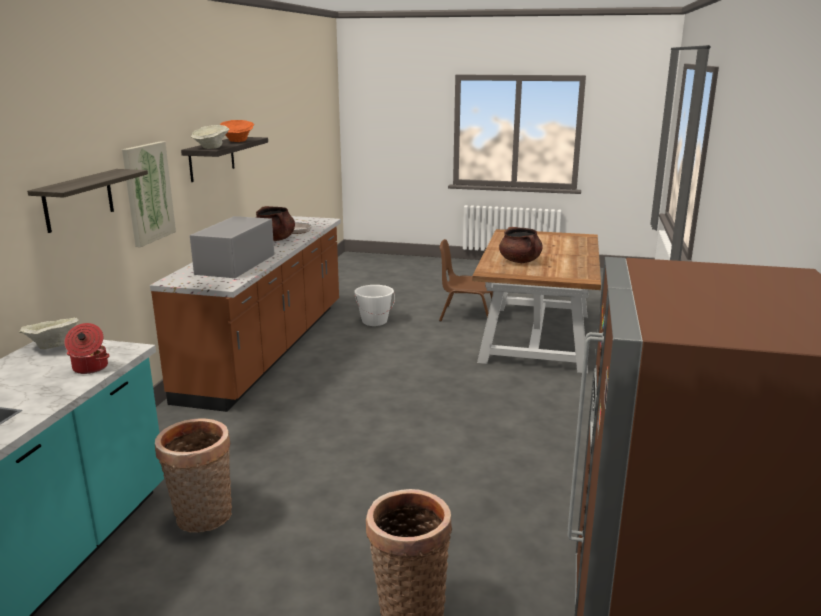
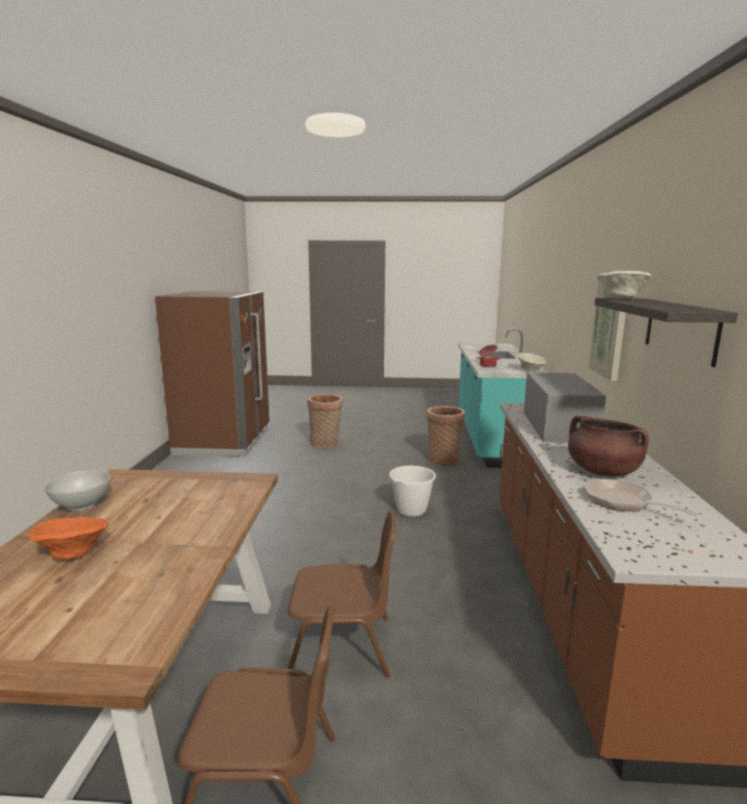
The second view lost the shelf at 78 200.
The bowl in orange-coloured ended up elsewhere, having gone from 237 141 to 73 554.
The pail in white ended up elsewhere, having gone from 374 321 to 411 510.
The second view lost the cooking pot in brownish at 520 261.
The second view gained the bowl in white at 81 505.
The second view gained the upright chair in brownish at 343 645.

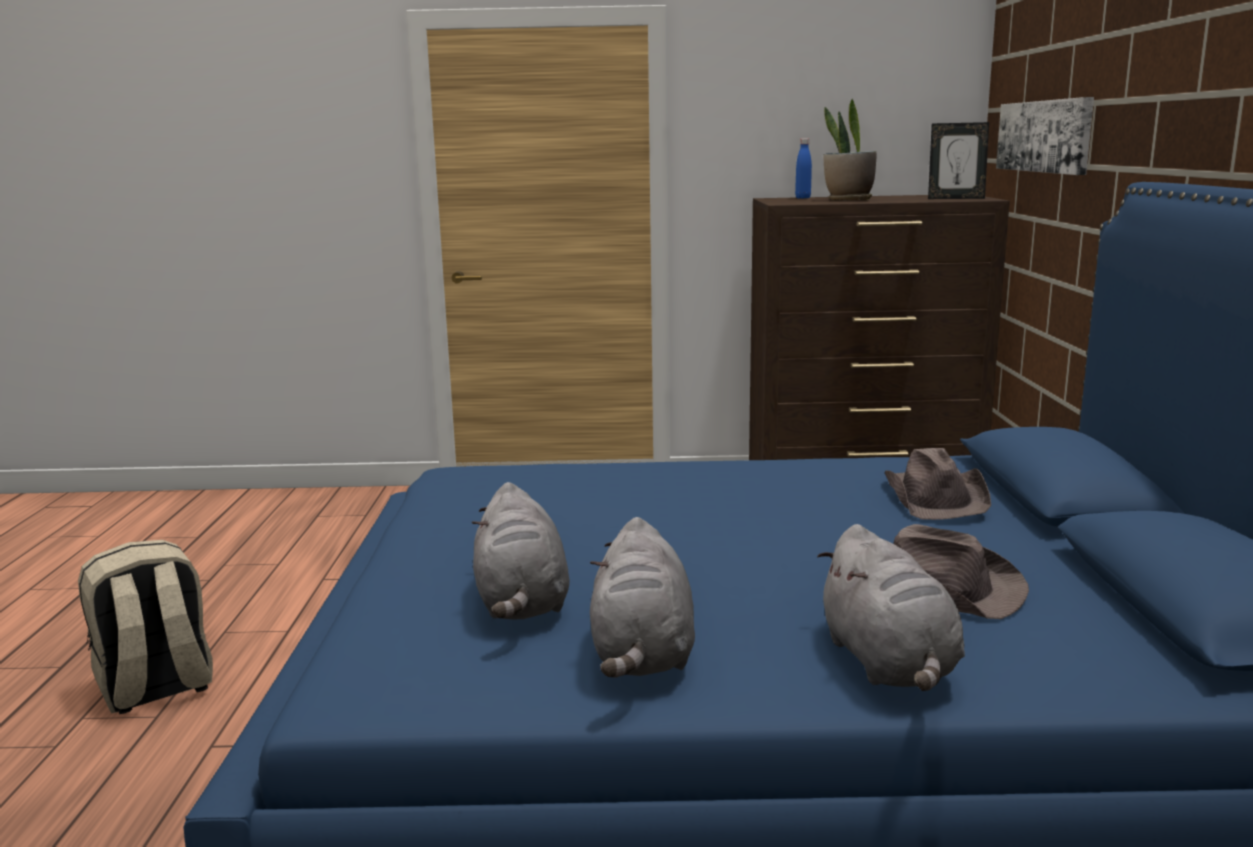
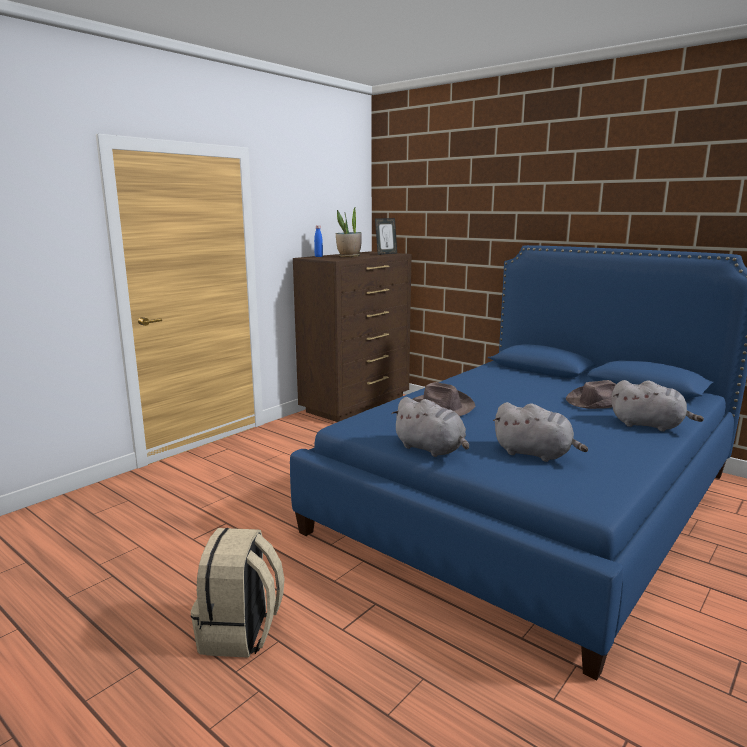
The soft toy in gray ended up elsewhere, having gone from 642 654 to 431 449.
The hat in brownish ended up elsewhere, having gone from 936 498 to 441 406.
The second view lost the wall picture at 1044 136.

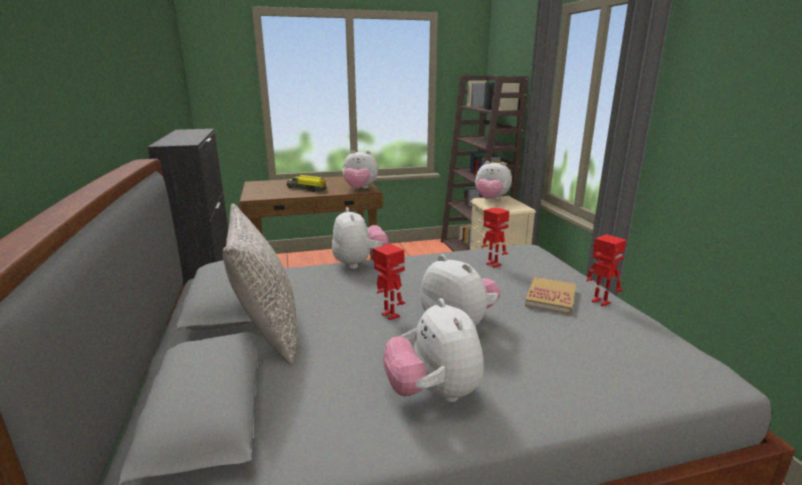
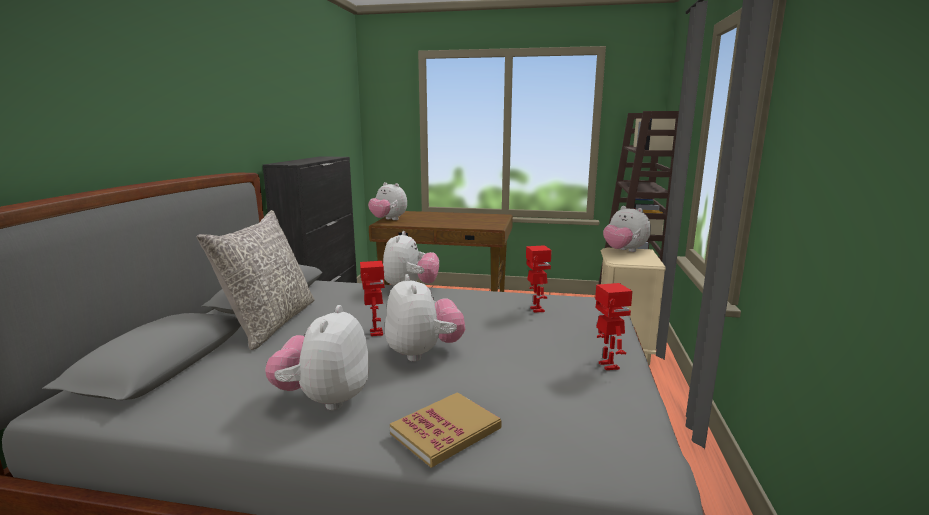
The second view lost the toy truck at 307 189.
The soft toy ended up elsewhere, having gone from 360 189 to 388 220.
The volume ended up elsewhere, having gone from 550 297 to 446 431.

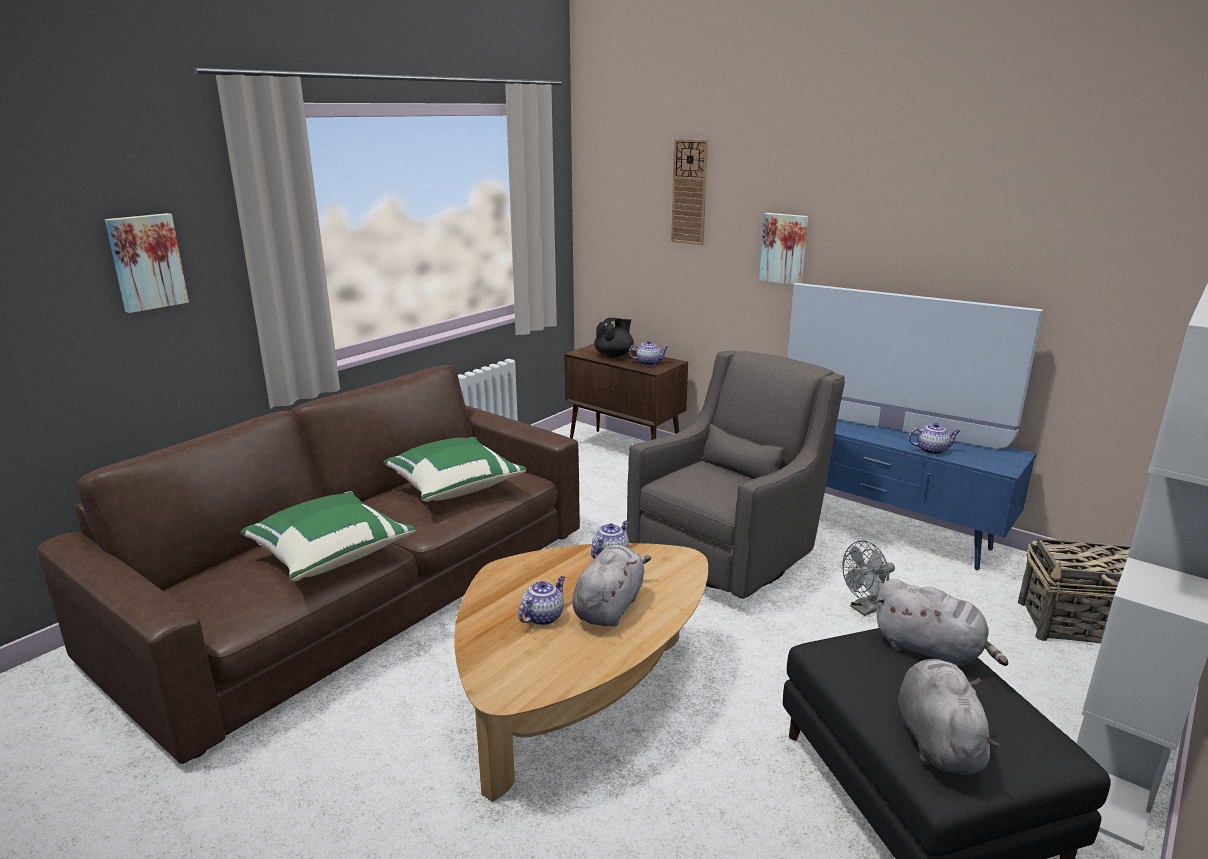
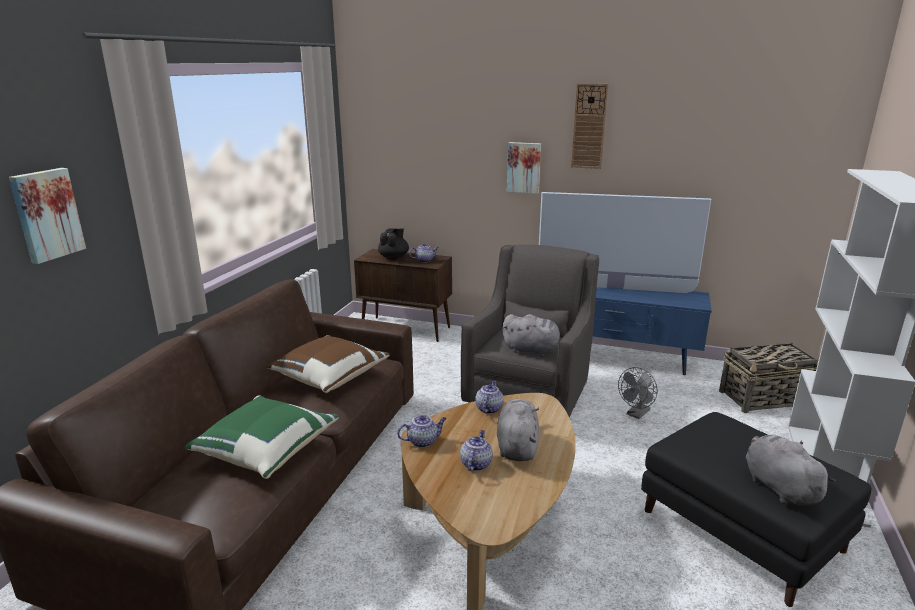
What was the cushion in green-coloured at 454 487 turned into the cushion in brownish at 329 377.
The wall clock ended up elsewhere, having gone from 689 192 to 589 126.
The soft toy in gray ended up elsewhere, having gone from 931 651 to 533 350.
The pot for tea ended up elsewhere, having gone from 932 450 to 423 441.

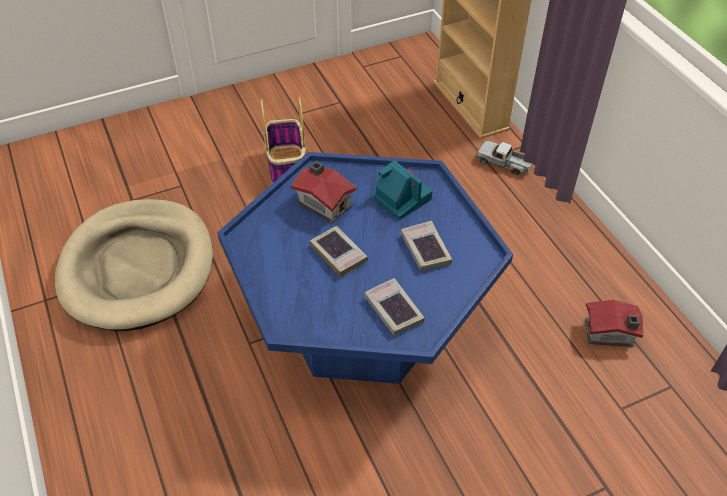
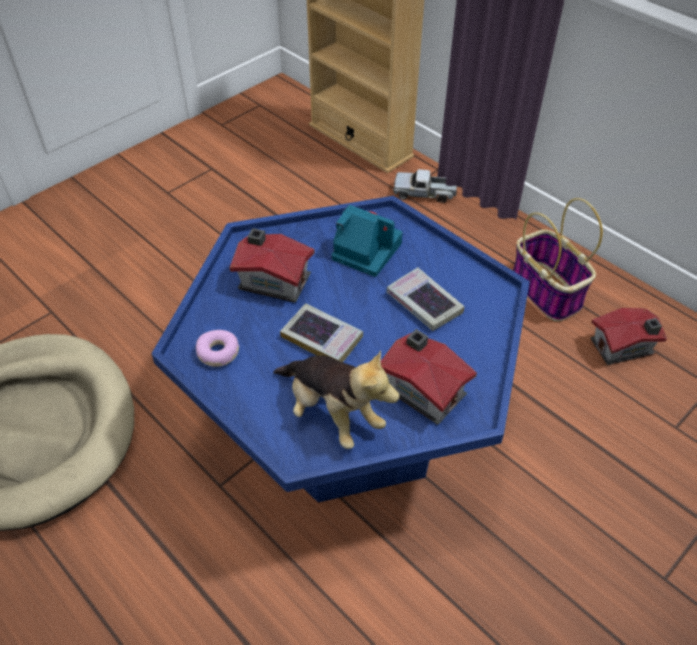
The basket ended up elsewhere, having gone from 287 167 to 547 292.
Where the volume stood at 393 310, the toy house came to stand at 423 389.
The second view gained the donut at 218 353.
The second view gained the soft toy at 332 413.

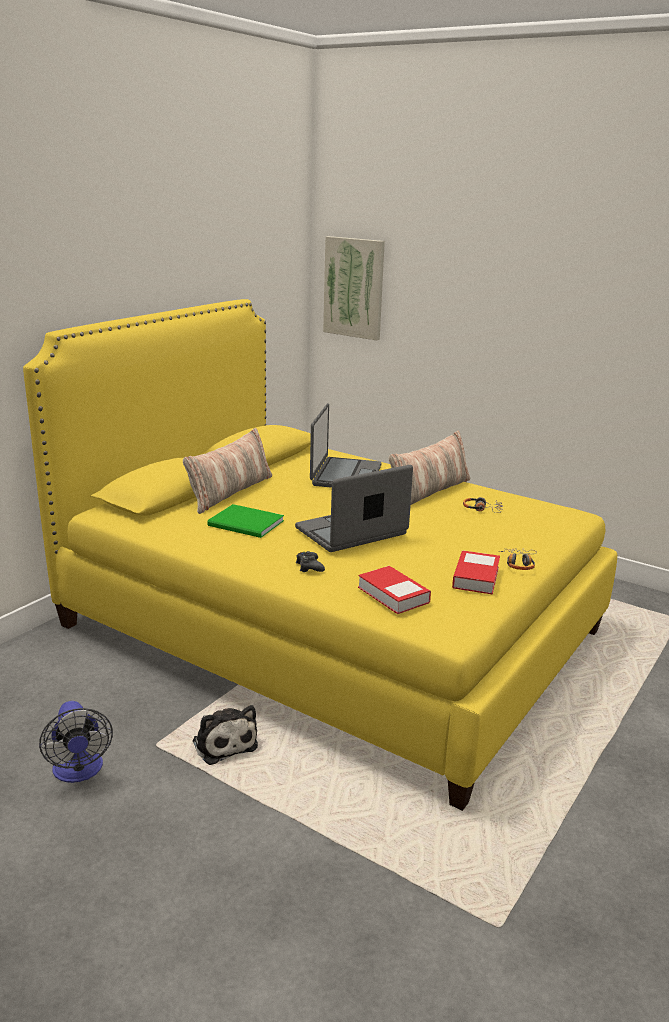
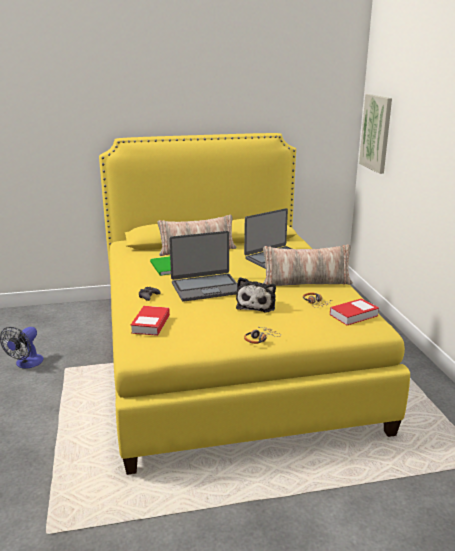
The soft toy ended up elsewhere, having gone from 223 742 to 257 304.
The portable computer at 352 532 ended up facing another way, 150 degrees clockwise from before.
The volume ended up elsewhere, having gone from 476 577 to 353 315.

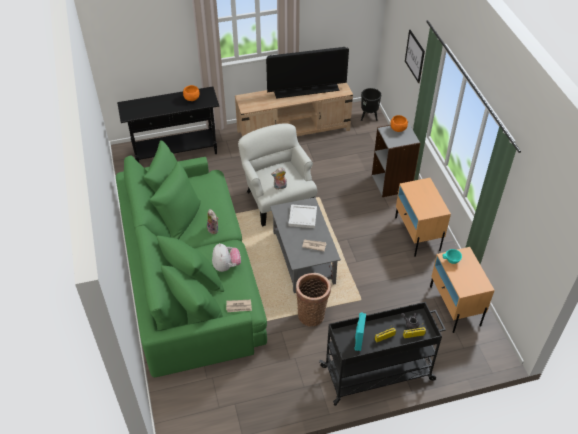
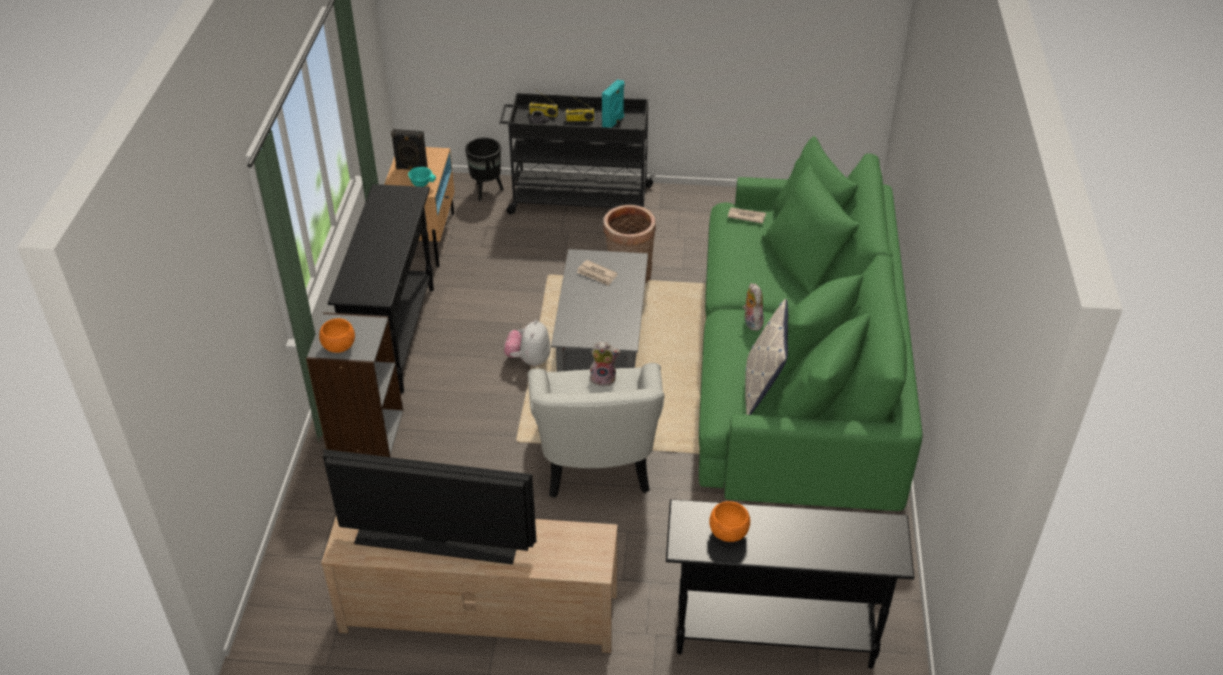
The soft toy ended up elsewhere, having gone from 226 266 to 529 359.
The second view lost the carrying tray in white at 302 217.
The flower pot in black-coloured ended up elsewhere, having gone from 368 117 to 486 191.
Where the nightstand in beige stood at 417 234, the console table in black-coloured came to stand at 395 337.
The second view lost the wall picture at 414 56.
The second view gained the audio speaker in black-coloured at 411 168.
The second view gained the cushion at 762 387.

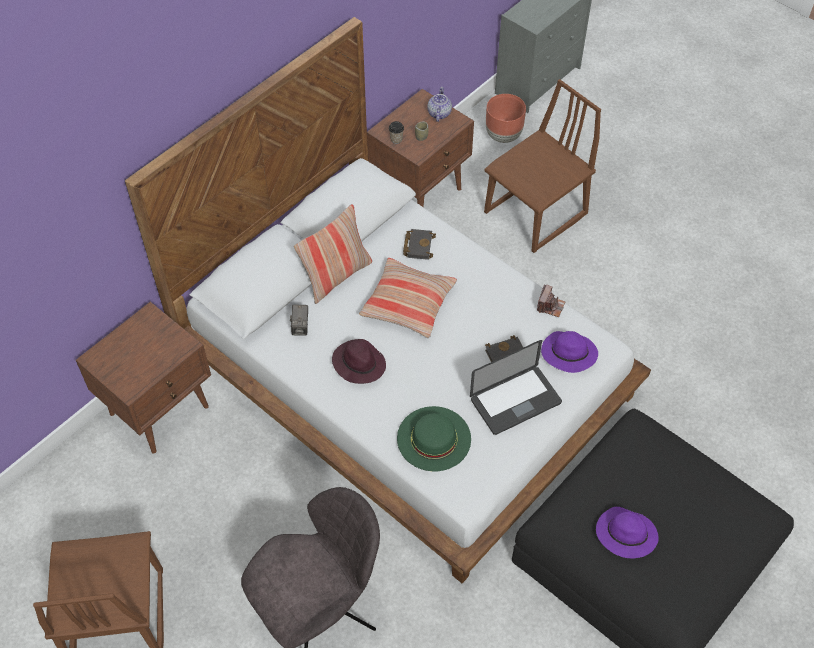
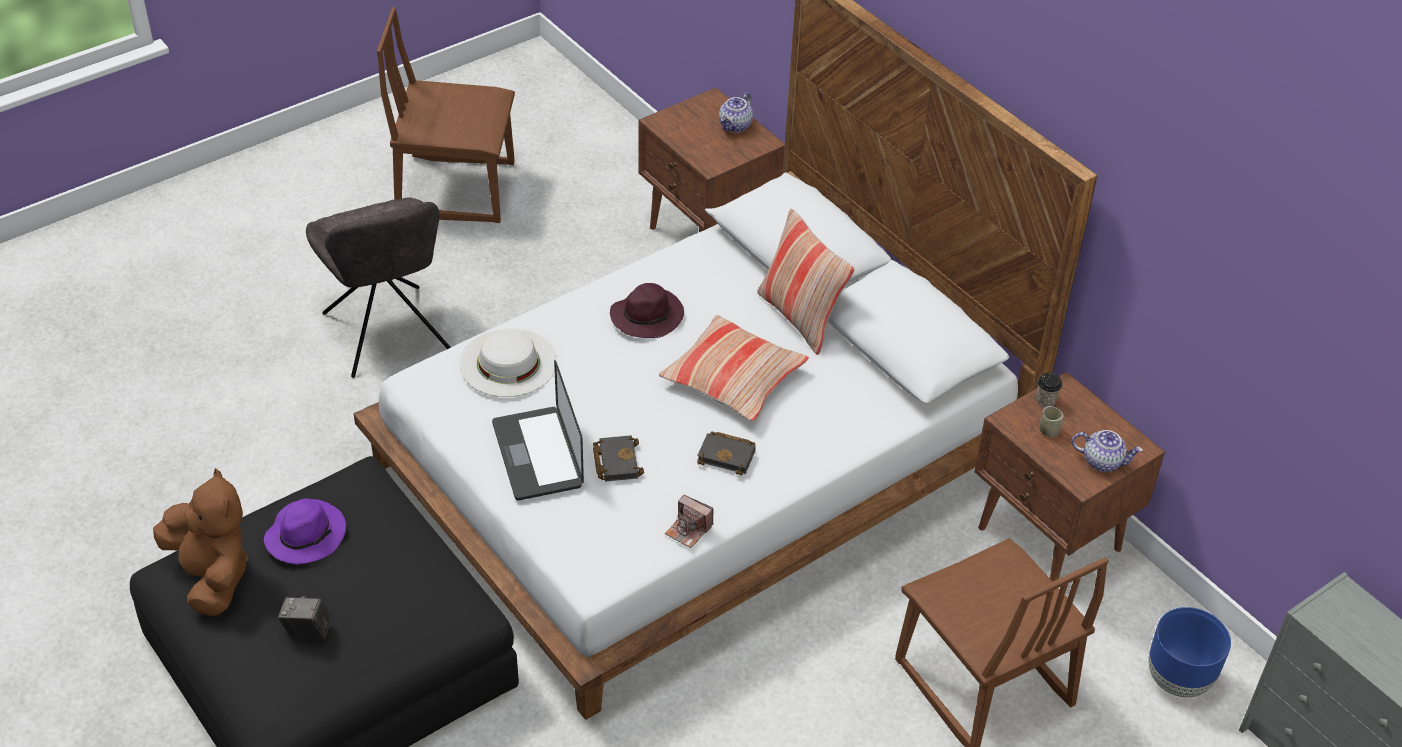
The photo camera ended up elsewhere, having gone from 300 327 to 308 631.
What was the hat in green-coloured at 433 438 turned into the hat in white at 508 362.
The volume in black-coloured ended up elsewhere, having gone from 418 245 to 728 455.
What was the flower pot in brownish at 504 135 turned into the flower pot in blue-coloured at 1178 680.
The second view lost the hat in purple-coloured at 568 354.
The second view gained the soft toy in brownish at 212 576.
The second view gained the pot for tea at 736 126.

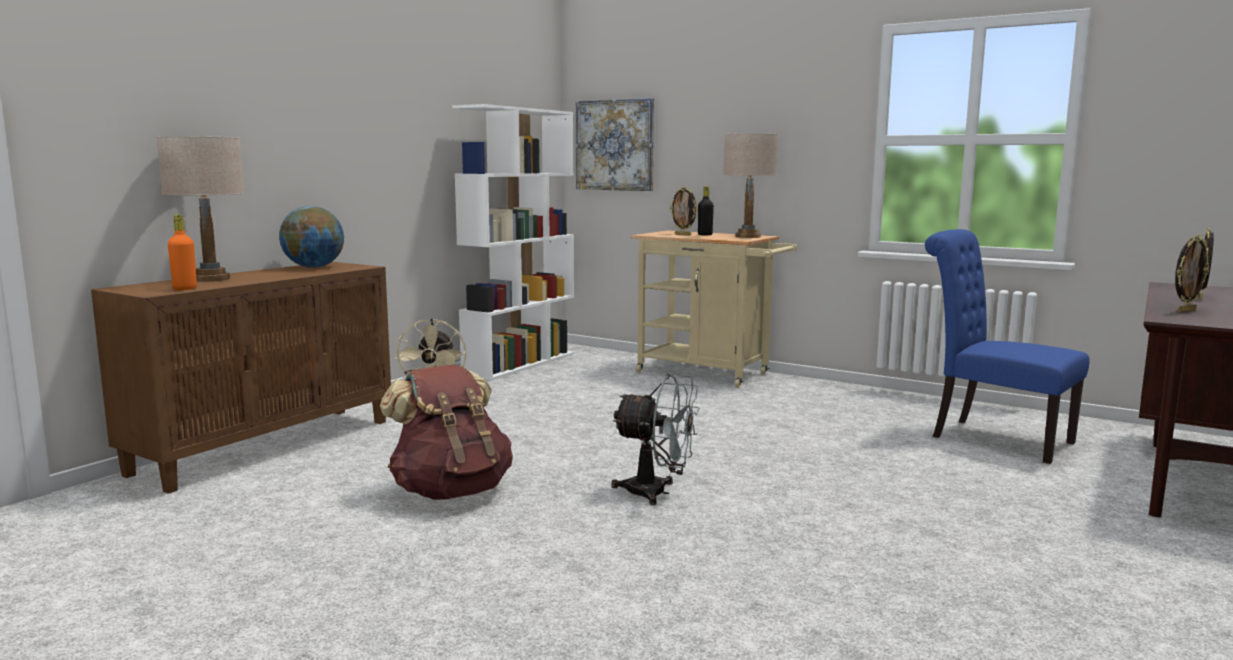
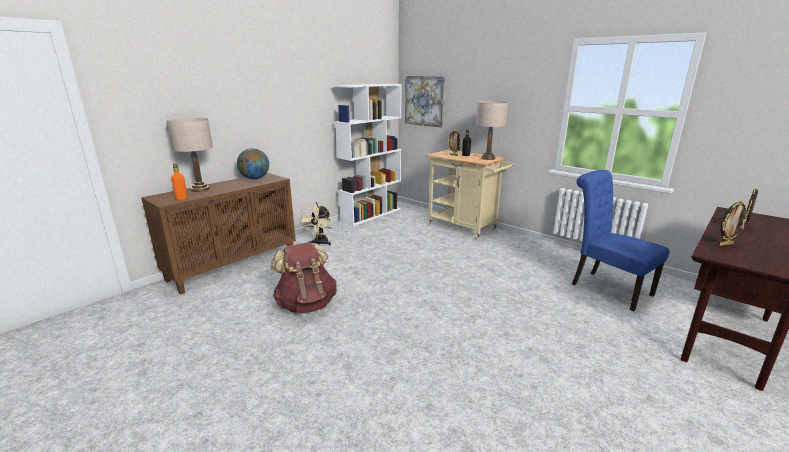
The second view lost the fan in gray at 657 492.

